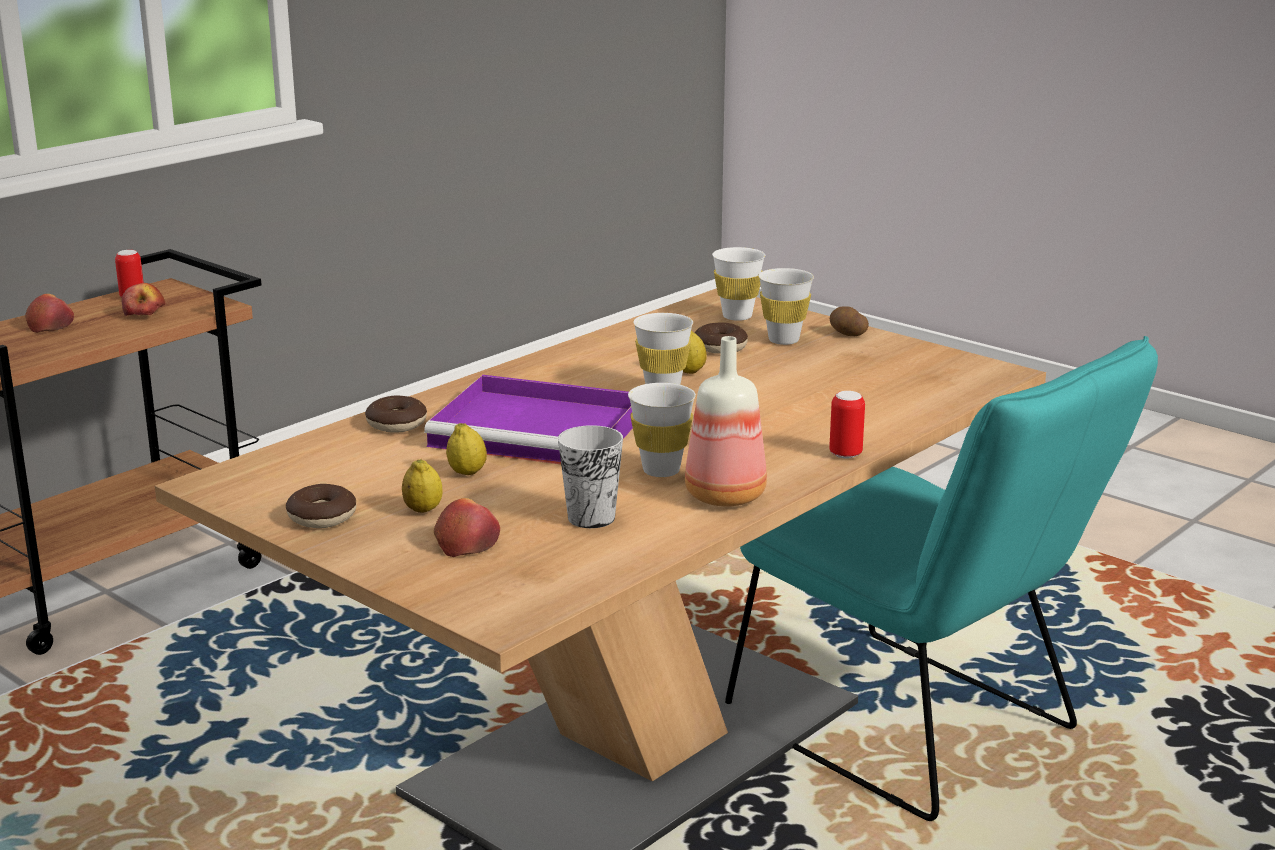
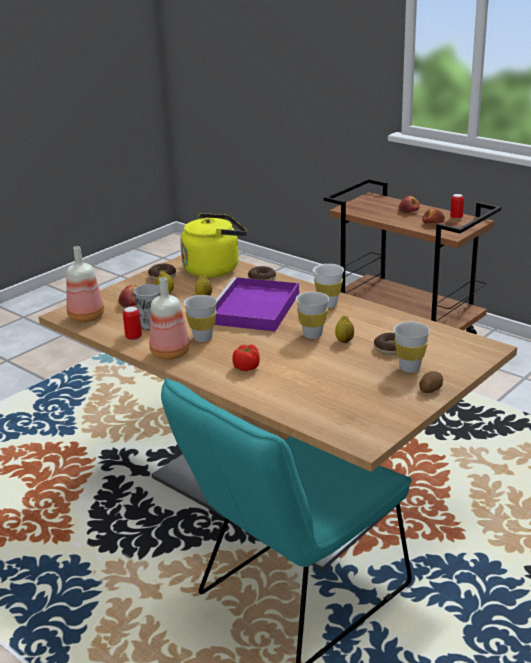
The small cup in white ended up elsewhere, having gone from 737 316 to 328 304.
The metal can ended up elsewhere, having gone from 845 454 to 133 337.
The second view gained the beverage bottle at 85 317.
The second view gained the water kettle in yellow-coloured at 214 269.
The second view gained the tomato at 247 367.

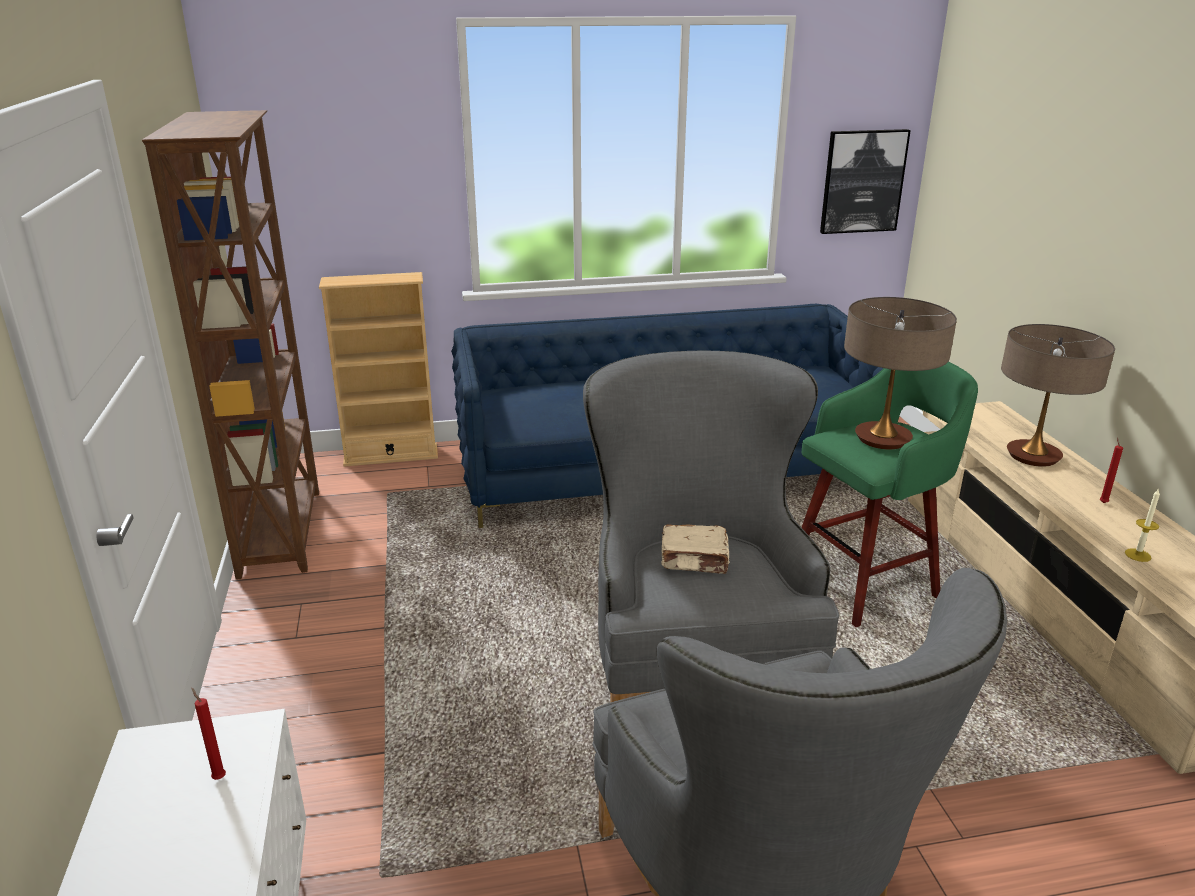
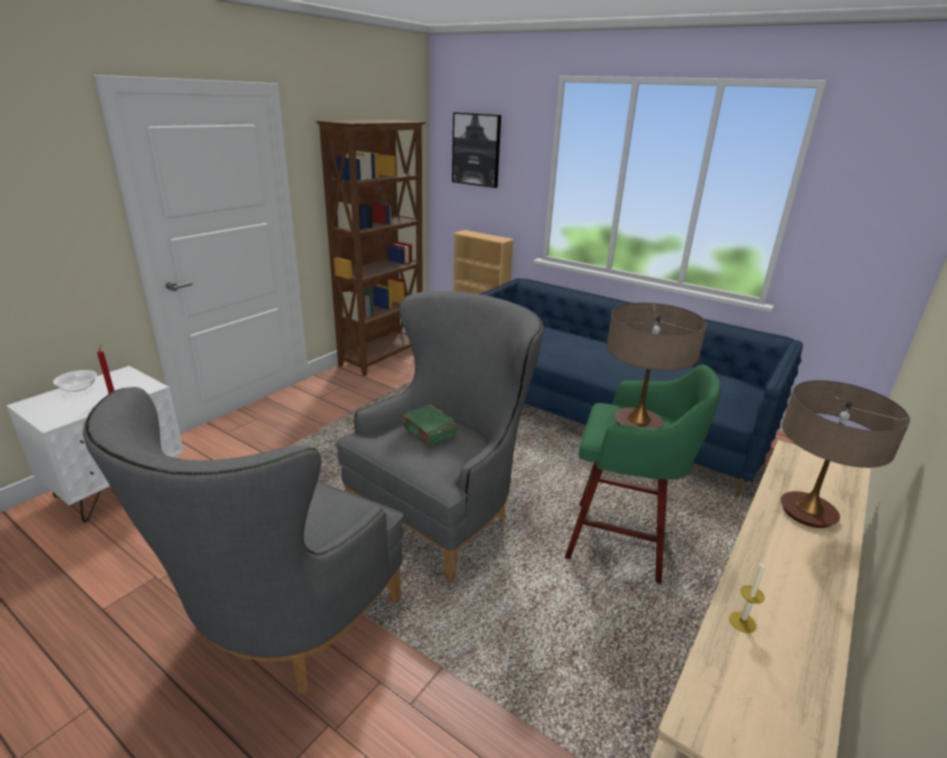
What was the volume in beige at 695 560 turned into the volume in green-coloured at 429 433.
The wall picture ended up elsewhere, having gone from 862 181 to 476 150.
The second view lost the wax light in reddish at 1102 502.
The second view gained the bowl at 78 388.

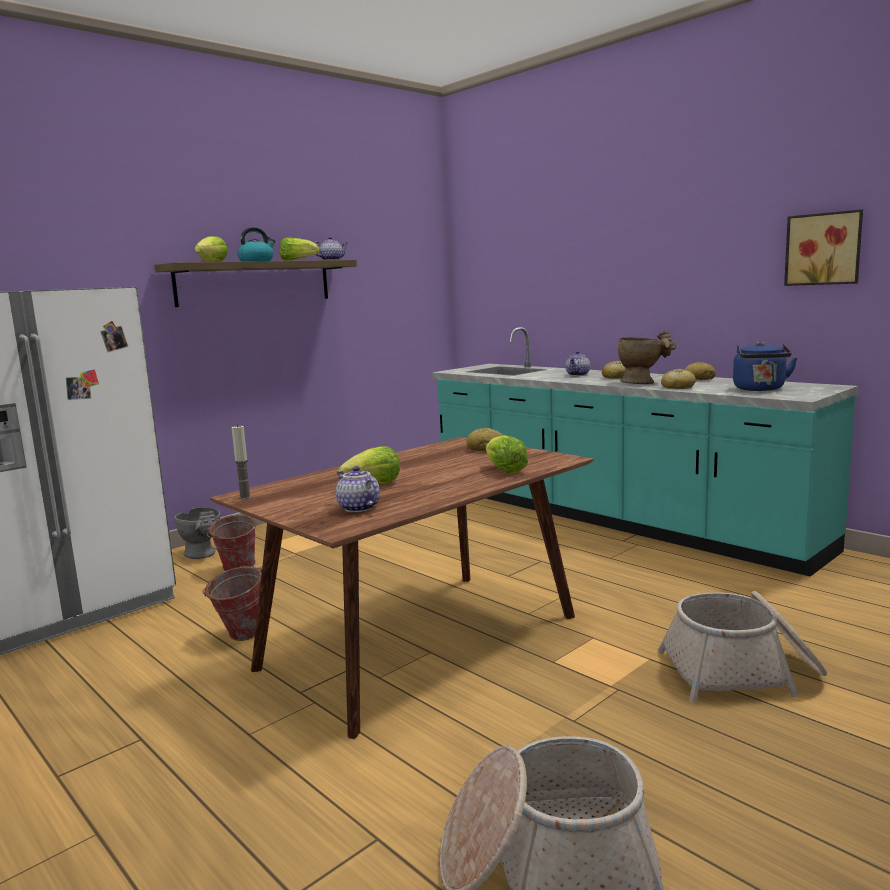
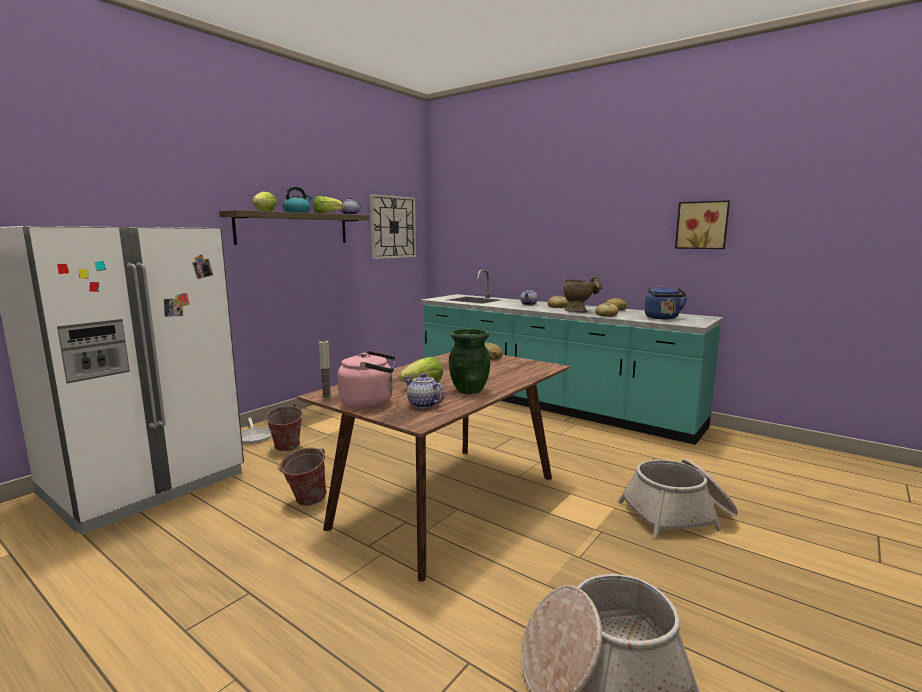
Where the flower vase in gray stood at 204 555, the skillet came to stand at 254 436.
The second view lost the lettuce head at 505 471.
The second view gained the water kettle in pink at 370 402.
The second view gained the wall clock at 393 227.
The second view gained the flower vase in green-coloured at 468 390.

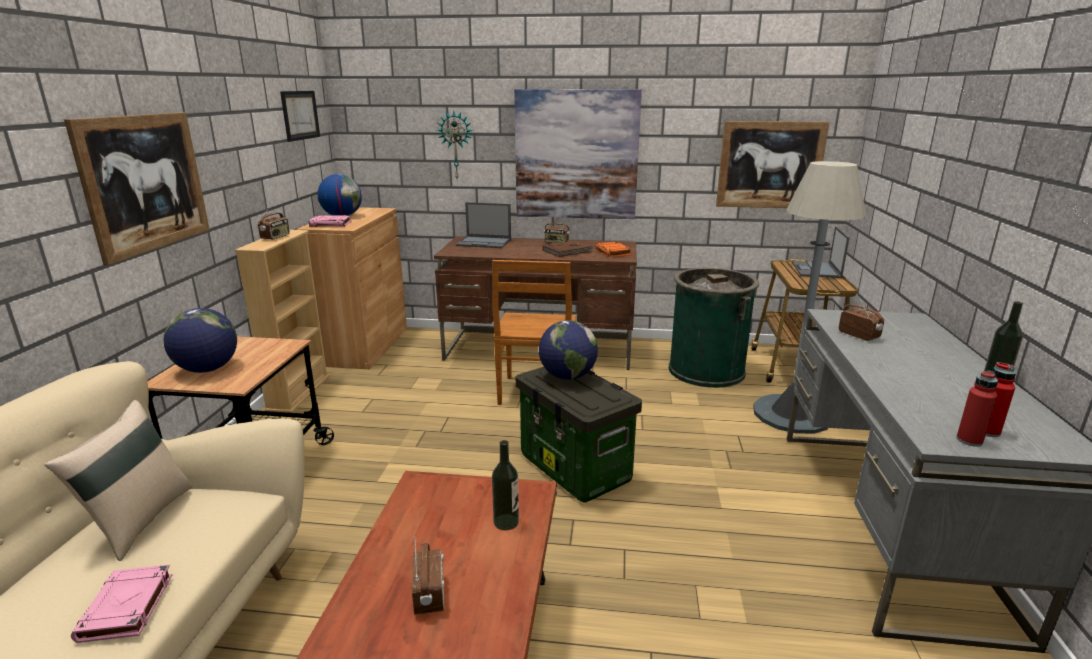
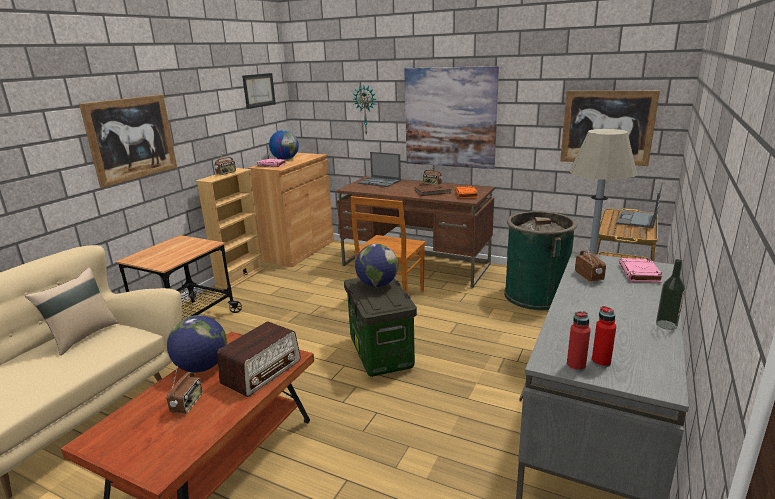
The volume in pink ended up elsewhere, having gone from 126 608 to 640 273.
The globe ended up elsewhere, having gone from 207 369 to 202 367.
Where the beverage bottle stood at 506 522, the radio came to stand at 262 372.

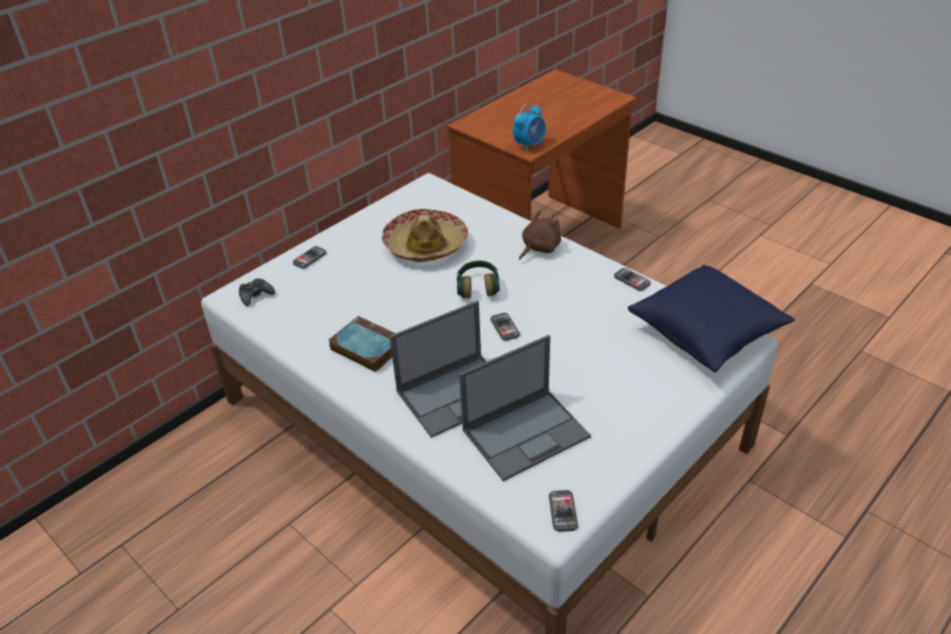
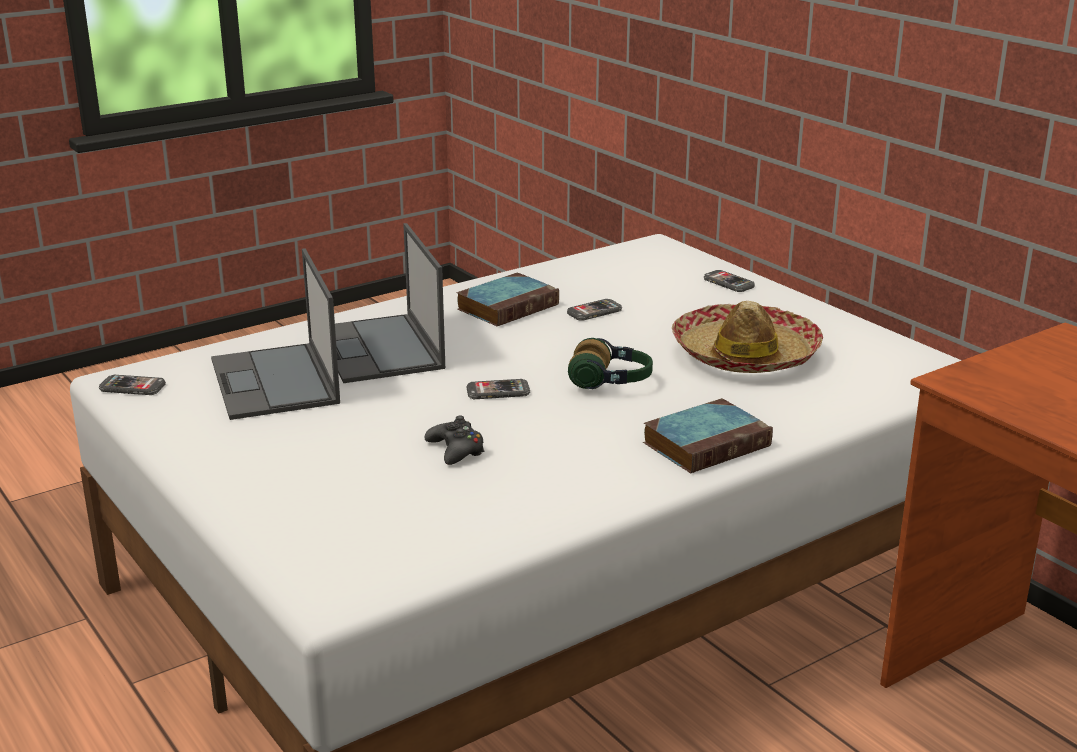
The joypad in black-coloured ended up elsewhere, having gone from 256 295 to 456 450.
The second view lost the table clock at 529 145.
Where the soft toy in brownish stood at 539 248, the volume came to stand at 707 443.
The handset ended up elsewhere, having gone from 632 280 to 594 312.
The second view lost the cushion in blue-coloured at 706 333.

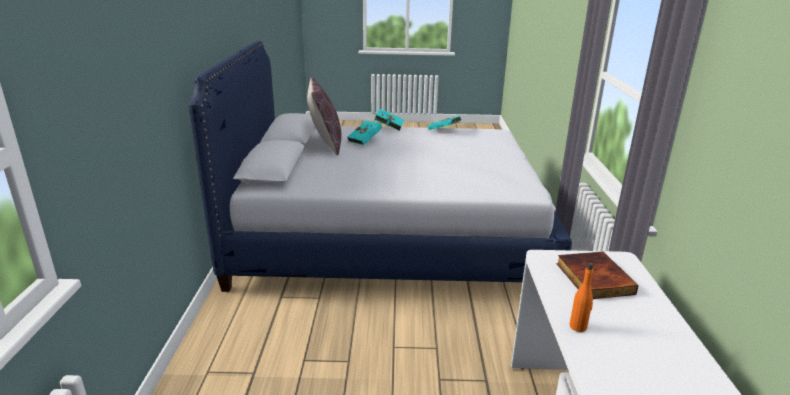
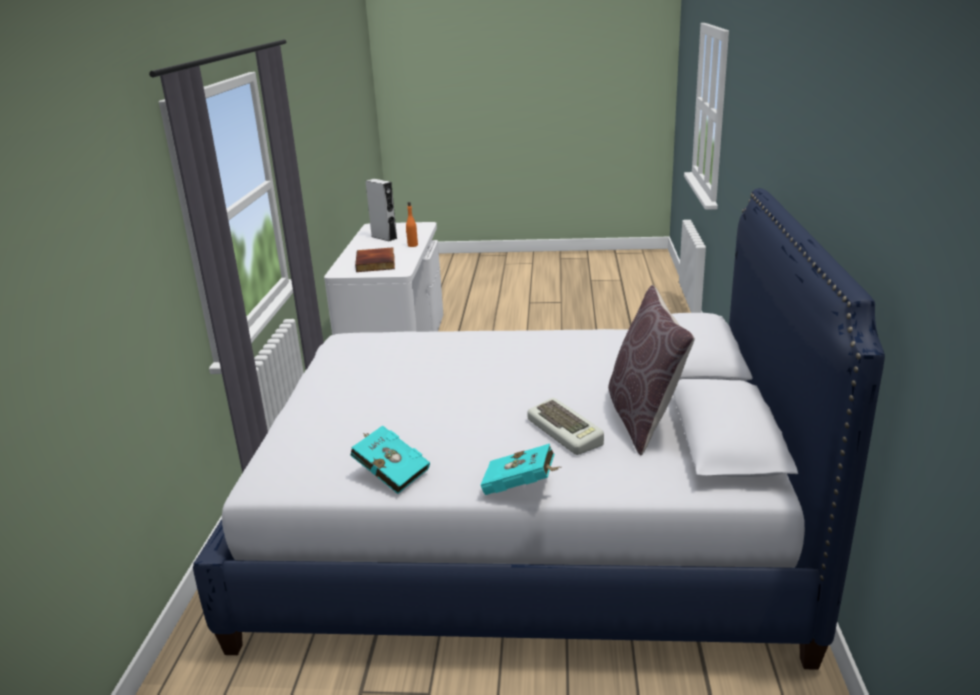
Where the volume in turquoise-coloured stood at 366 140, the computer keyboard came to stand at 566 432.
The second view gained the audio speaker in gray at 384 237.

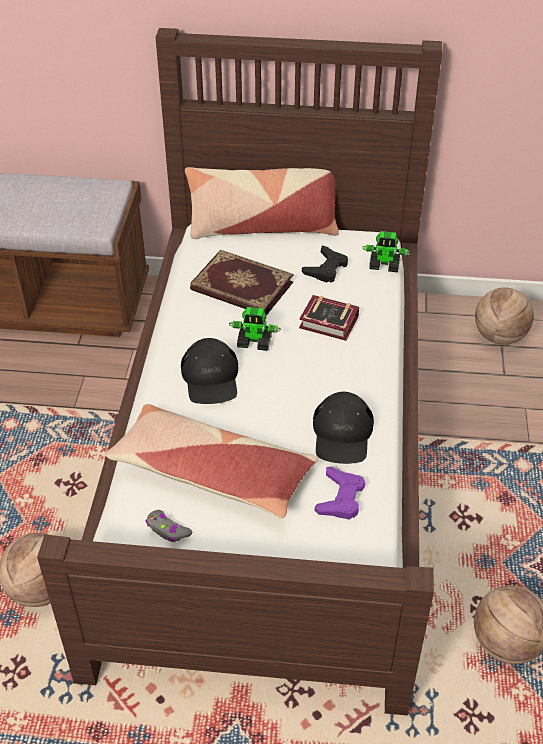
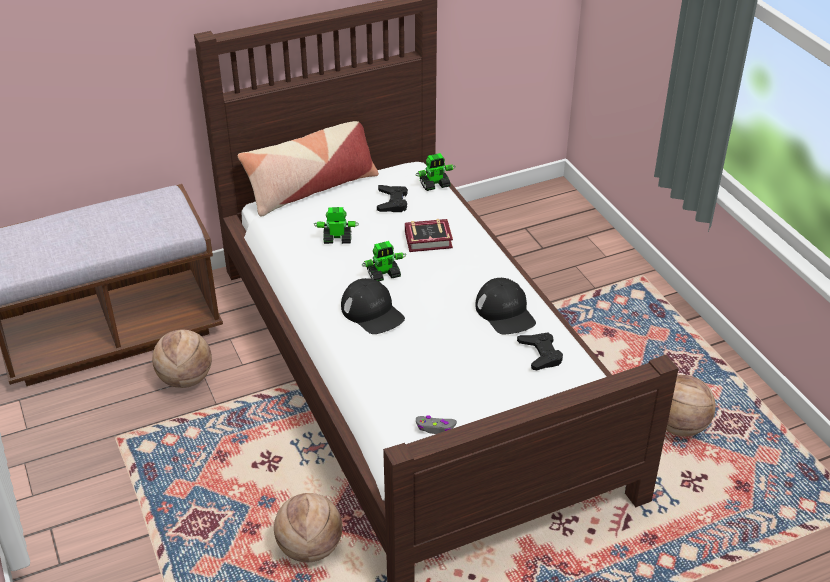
The second view lost the cushion at 211 472.
Where the volume stood at 241 287, the robot figure came to stand at 337 239.
What was the joypad in purple-coloured at 340 498 turned into the joypad in black-coloured at 540 354.
The basketball ended up elsewhere, having gone from 499 337 to 185 379.

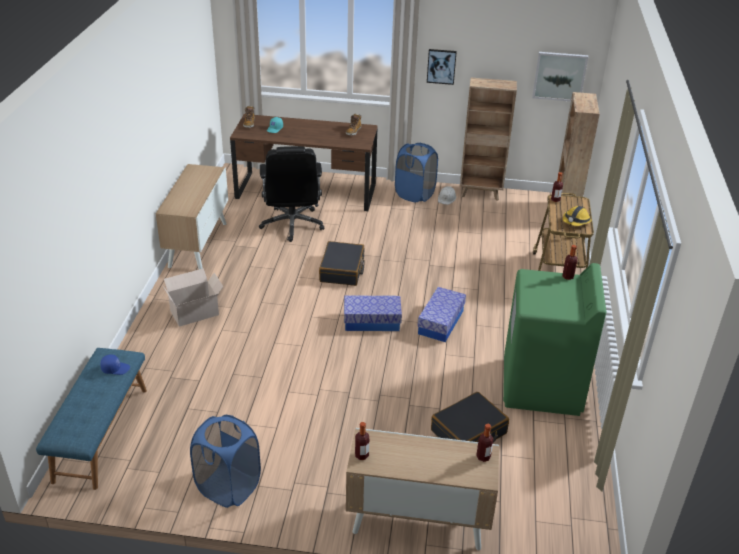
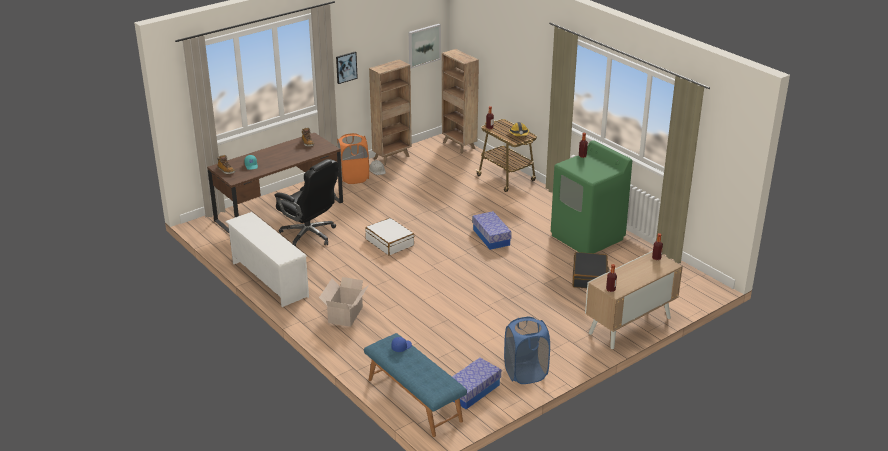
Where the cabinet stood at 197 244, the shoe stand in white came to stand at 268 279.
What was the travel case in black-coloured at 342 270 turned into the travel case in white at 390 242.
The storage box ended up elsewhere, having gone from 372 321 to 472 391.
What was the hamper in blue-coloured at 415 194 turned into the hamper in orange-coloured at 354 178.

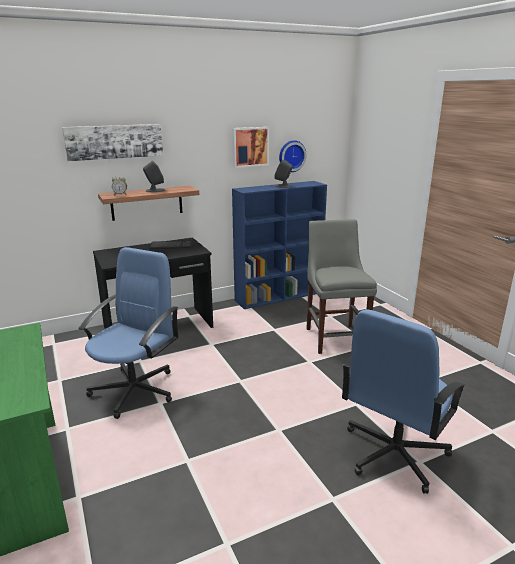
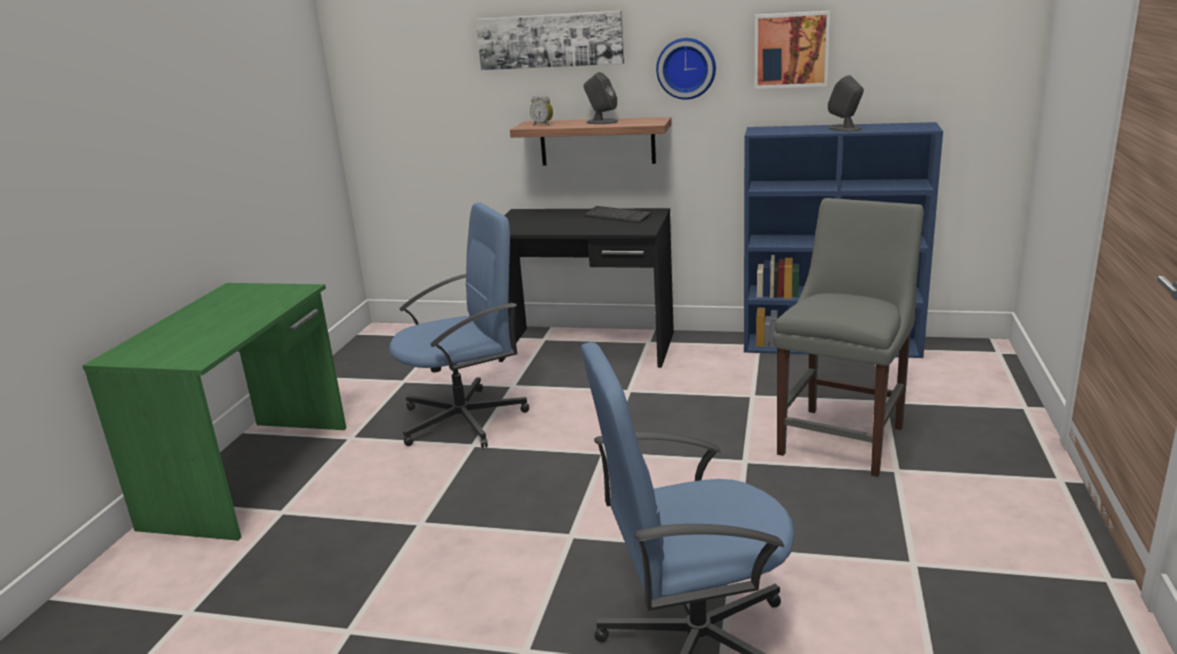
The wall clock ended up elsewhere, having gone from 291 156 to 686 68.

